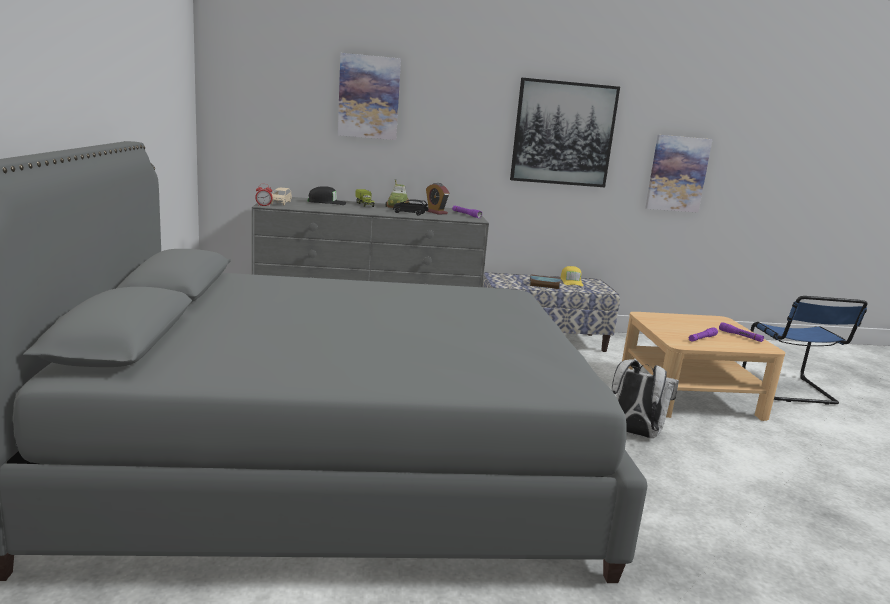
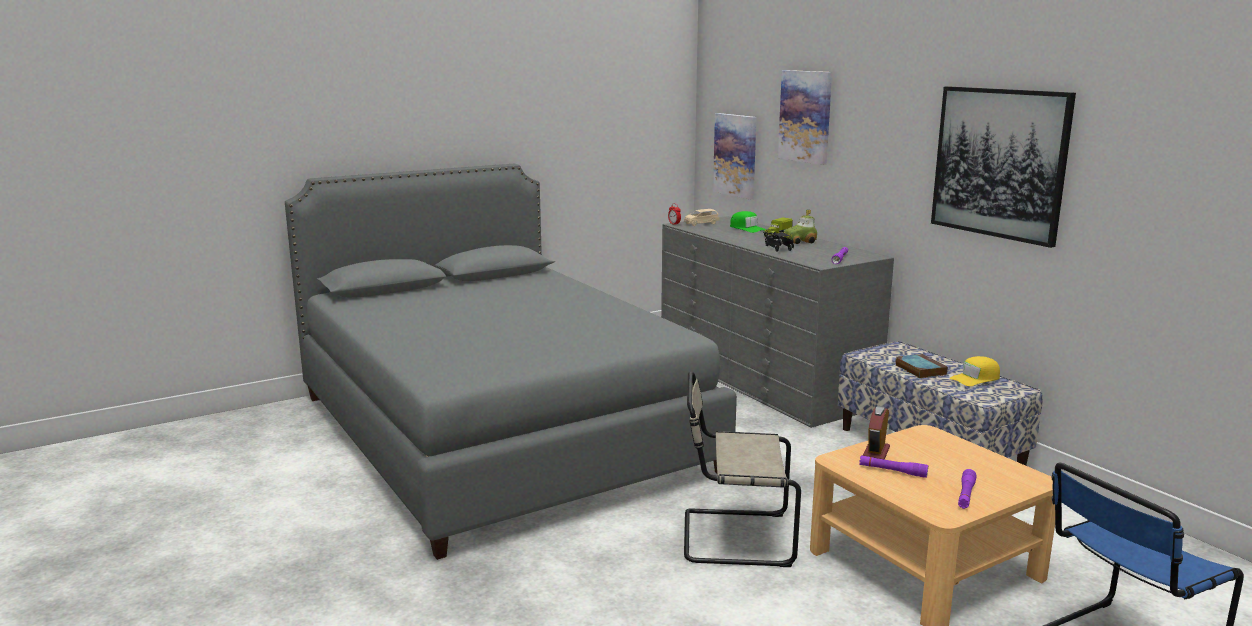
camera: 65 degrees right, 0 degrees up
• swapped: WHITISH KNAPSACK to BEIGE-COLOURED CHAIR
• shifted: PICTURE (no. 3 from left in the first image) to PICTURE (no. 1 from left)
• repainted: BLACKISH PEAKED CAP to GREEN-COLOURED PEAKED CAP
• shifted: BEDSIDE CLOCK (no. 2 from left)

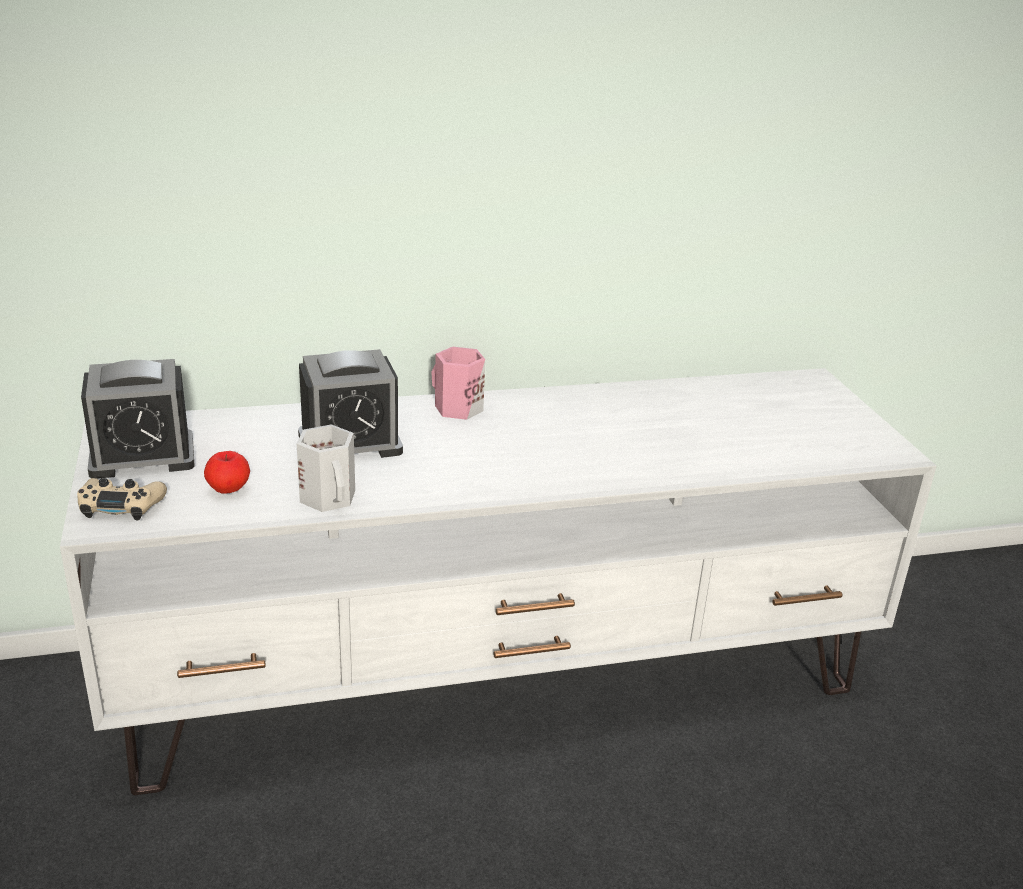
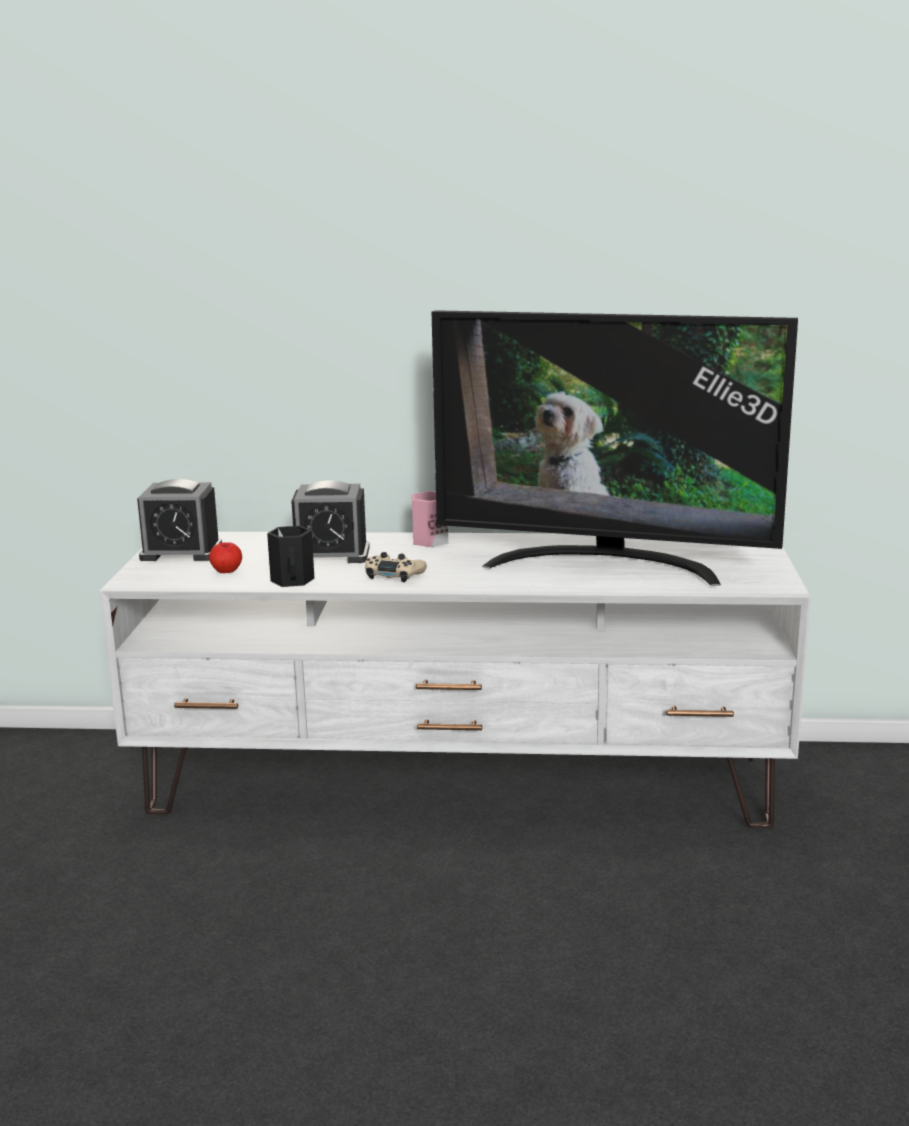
camera: 20 degrees right, 10 degrees down
• repainted: WHITISH TEA MUG to BLACKISH TEA MUG
• shifted: BEIGE-COLOURED GAMEPAD
• new: TV SET

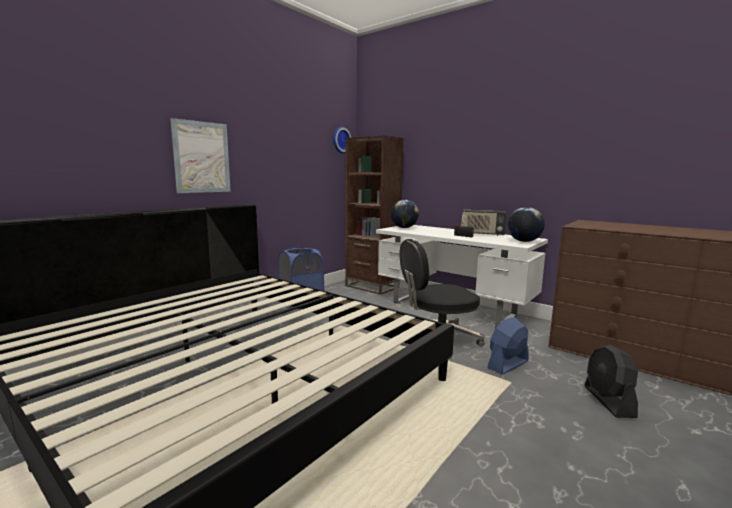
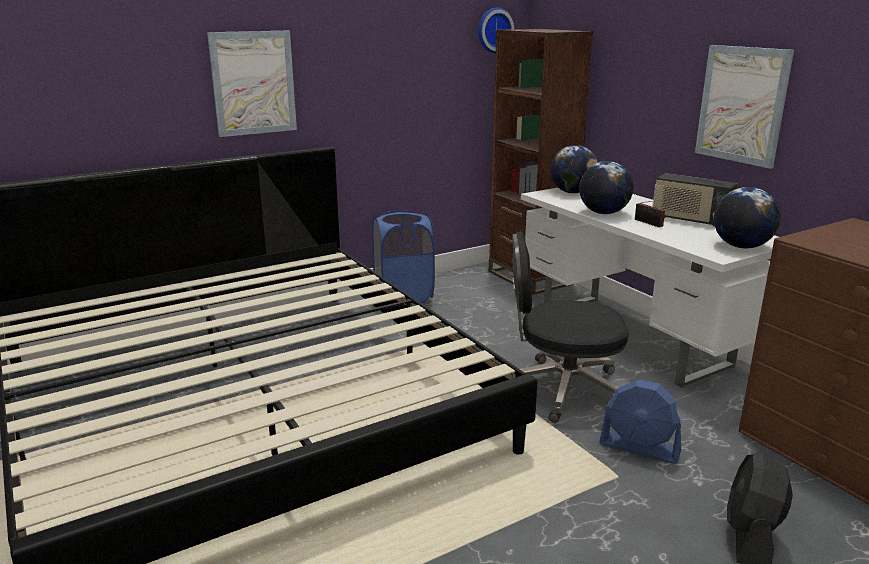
camera: 20 degrees right, 10 degrees up
• new: GLOBE (no. 2 from left)
• rotated: BLUE-COLOURED ELECTRIC FAN 135 degrees counterclockwise
• new: PICTURE (no. 2 from left)

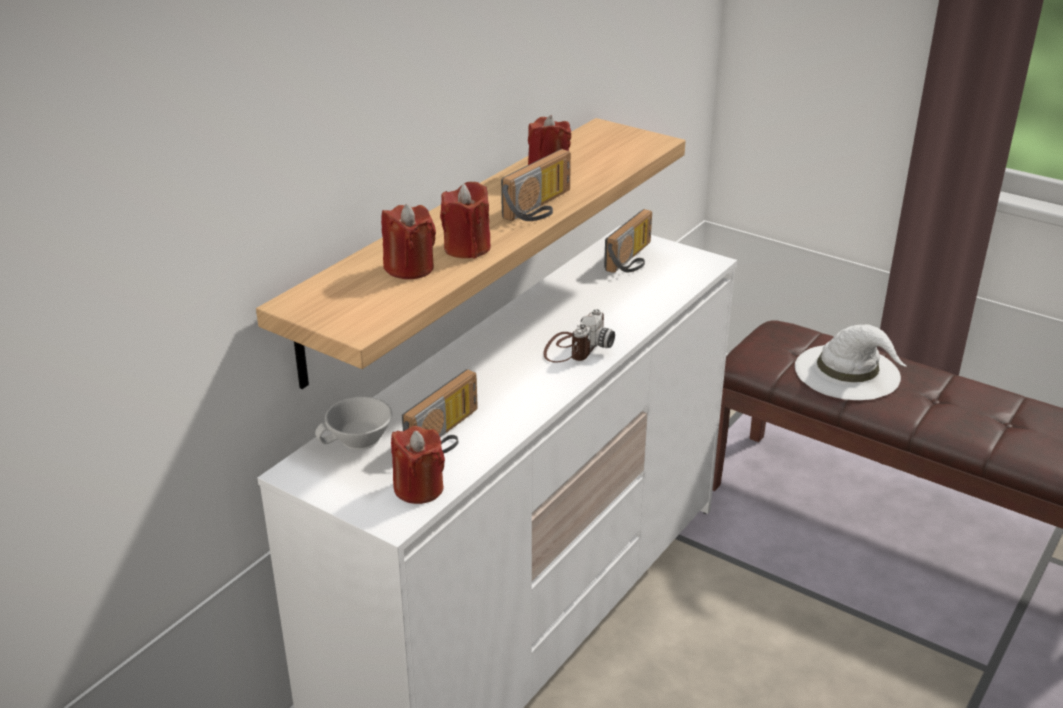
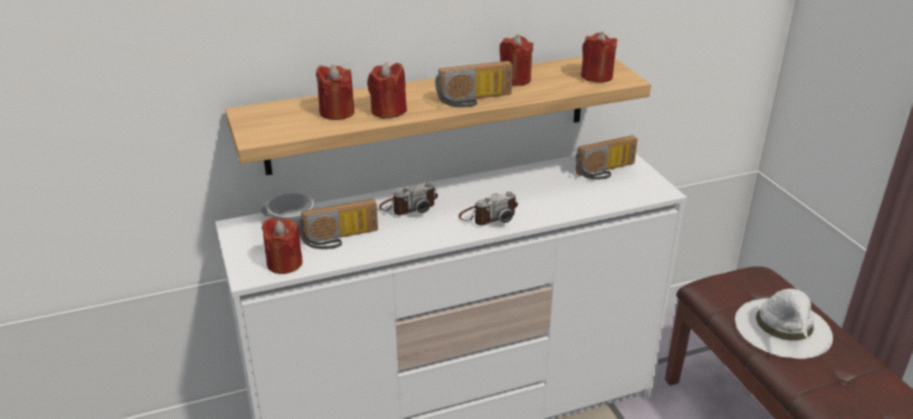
camera: 35 degrees right, 0 degrees up
• new: STILL CAMERA (no. 1 from left)
• new: RED-COLOURED CANDLE (no. 5 from left)

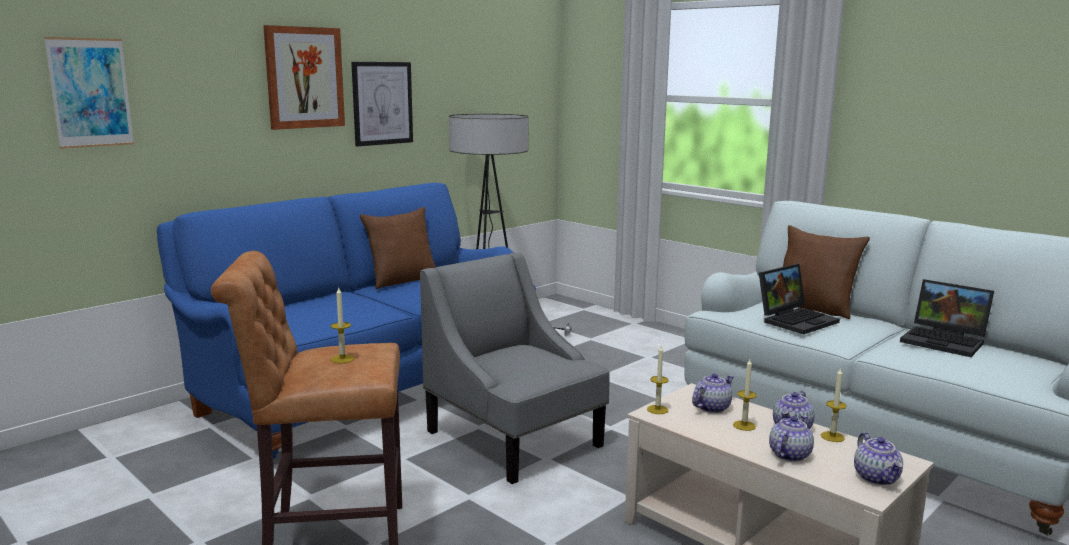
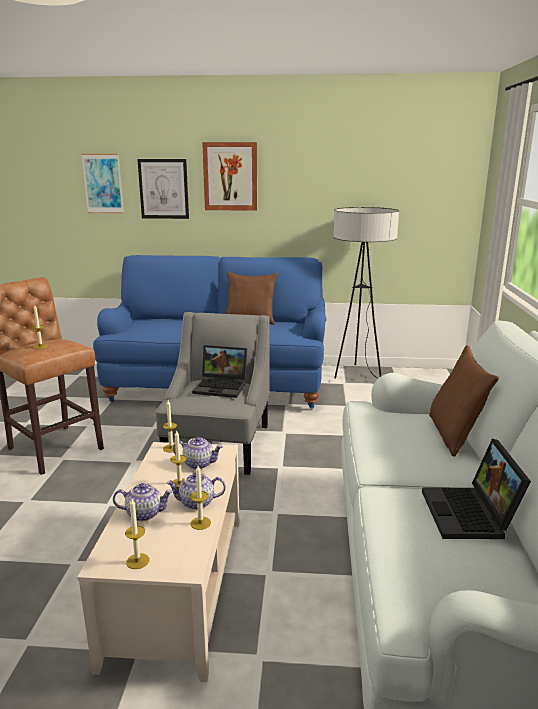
camera: 50 degrees right, 5 degrees up
• swapped: TEAPOT (no. 4 from left) to CANDLE (no. 2 from left)
• shifted: PICTURE (no. 3 from left in the first image) to PICTURE (no. 2 from left)
• shifted: LAPTOP (no. 1 from left)

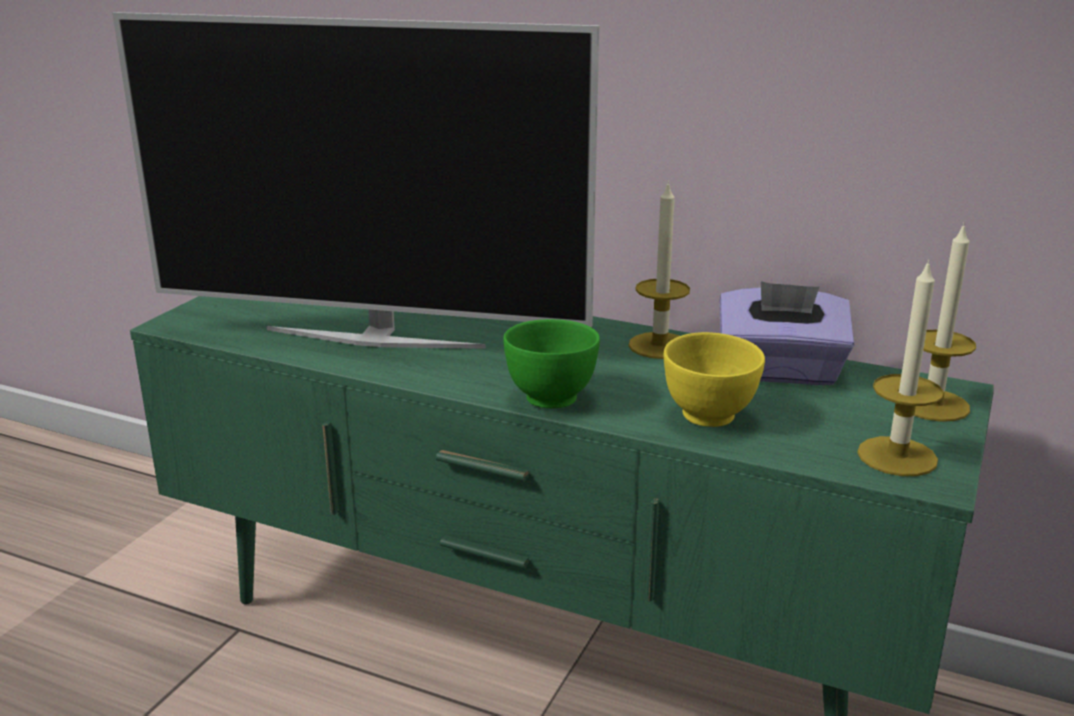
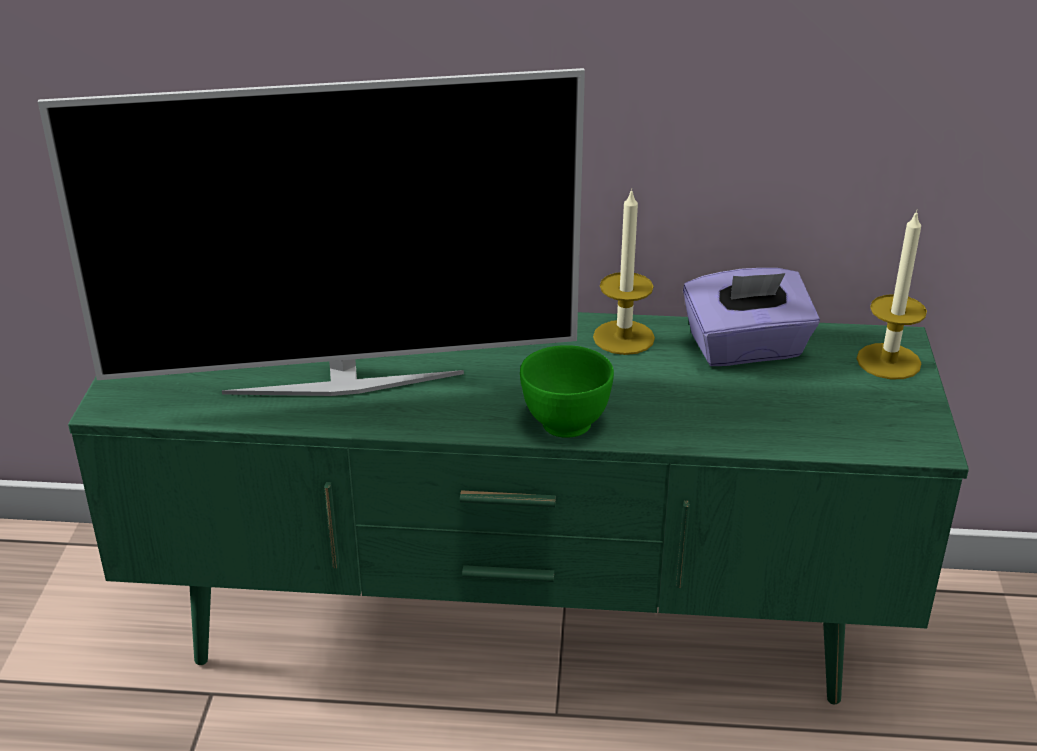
camera: 20 degrees left, 10 degrees up
• gone: YELLOWISH BOWL
• gone: CANDLE (no. 2 from left)

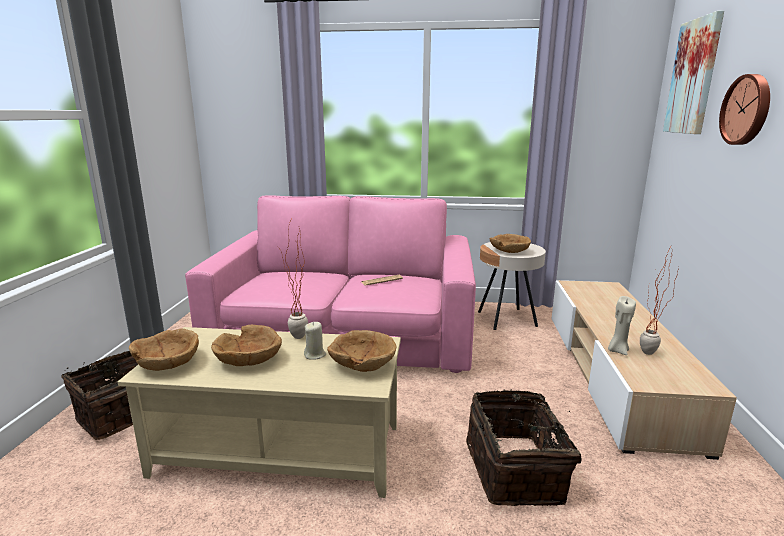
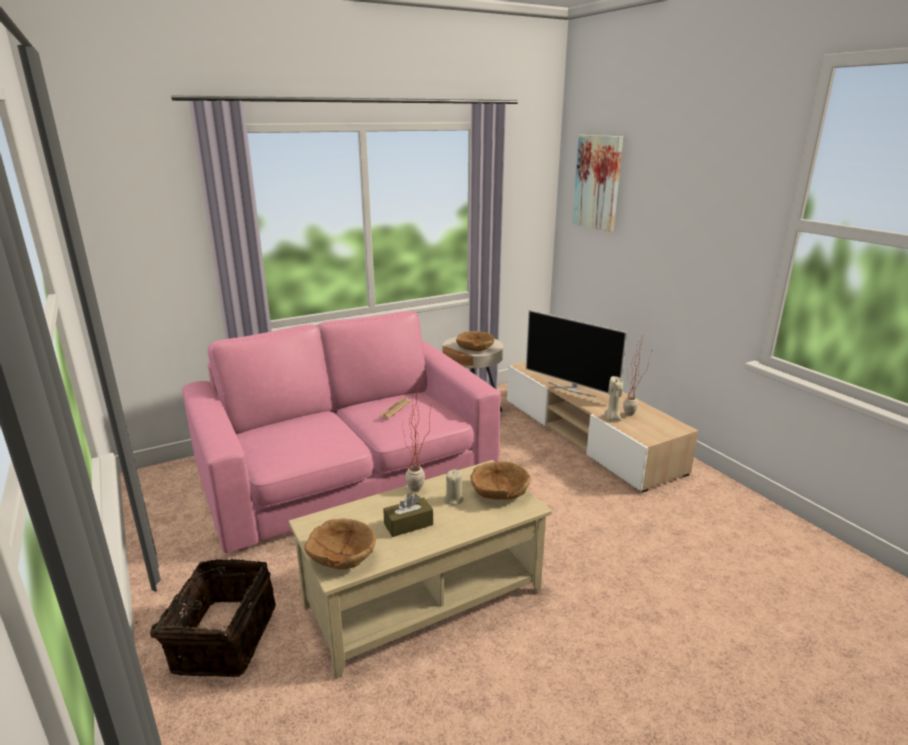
camera: 35 degrees left, 5 degrees up
• swapped: BROWN BOWL (no. 2 from left) to BROWN TISSUE BOX
• new: TV SET
• gone: STORAGE BASKET (no. 2 from left)
• gone: HANGING CLOCK

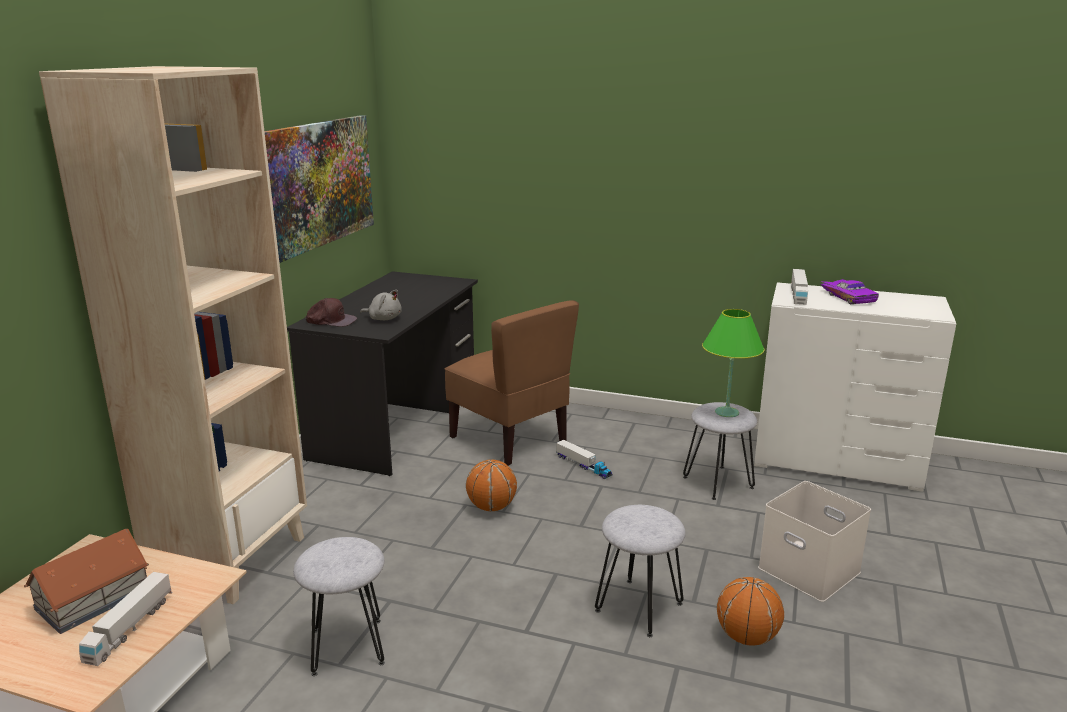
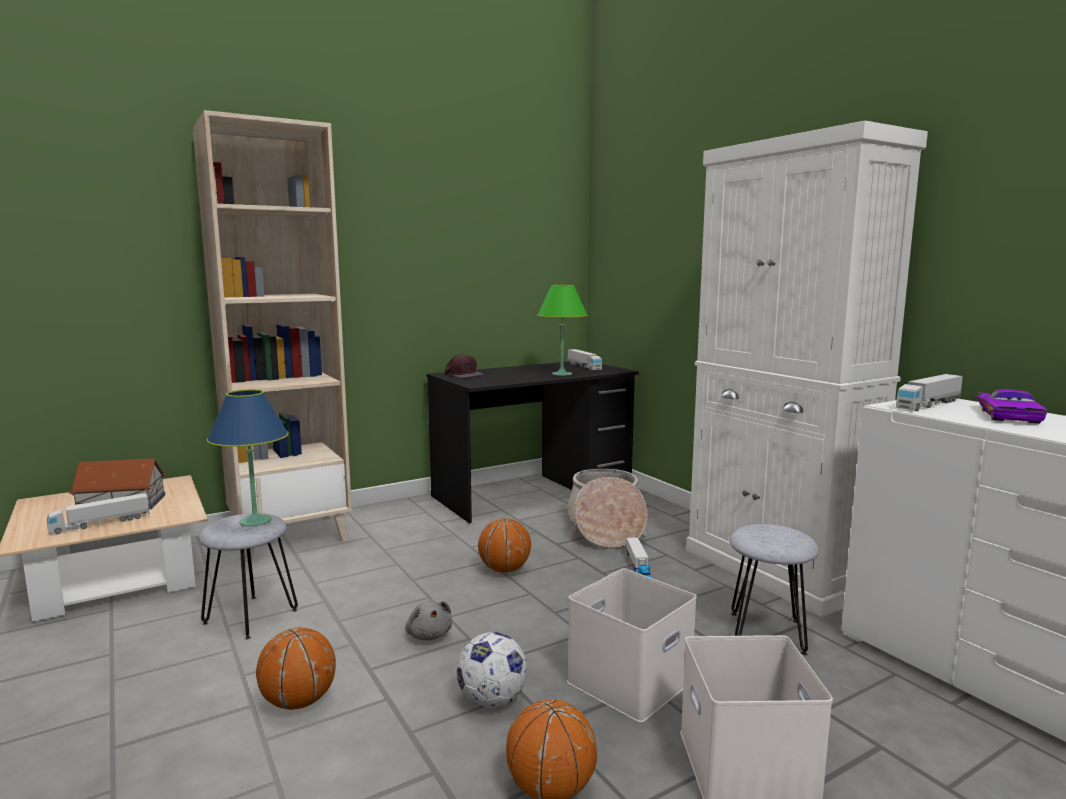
camera: 40 degrees right, 10 degrees down
• new: BLUE-COLOURED TABLETOP LAMP
• new: BASKETBALL (no. 1 from left)
• shifted: GREY SOFT TOY
• swapped: GREY STOOL SEAT (no. 2 from left) to BALL FOR FOOTBALL
• shifted: GREEN-COLOURED TABLETOP LAMP
• swapped: BROWN CHAIR to STORAGE BASKET
• new: TOY LORRY (no. 2 from left)
• new: WHITISH STORAGE CONTAINER (no. 1 from left)
• new: WHITISH CABINET
• gone: PICTURE

